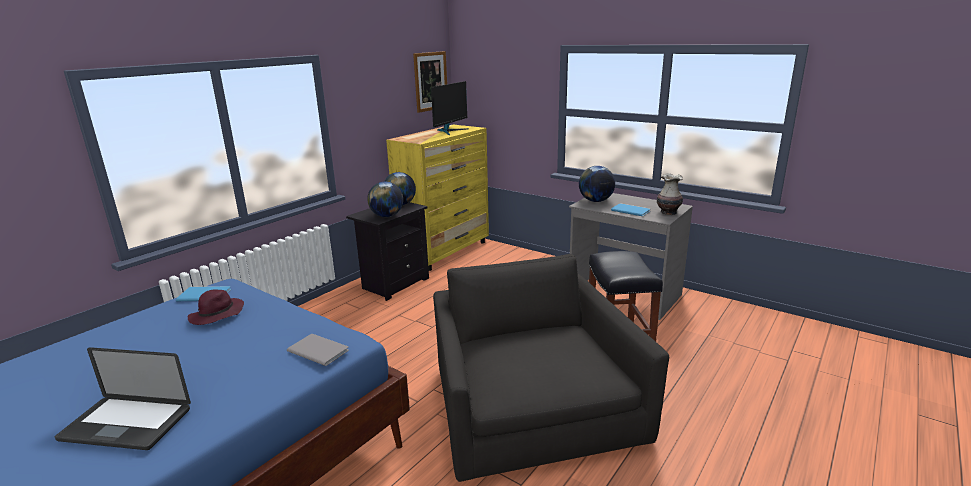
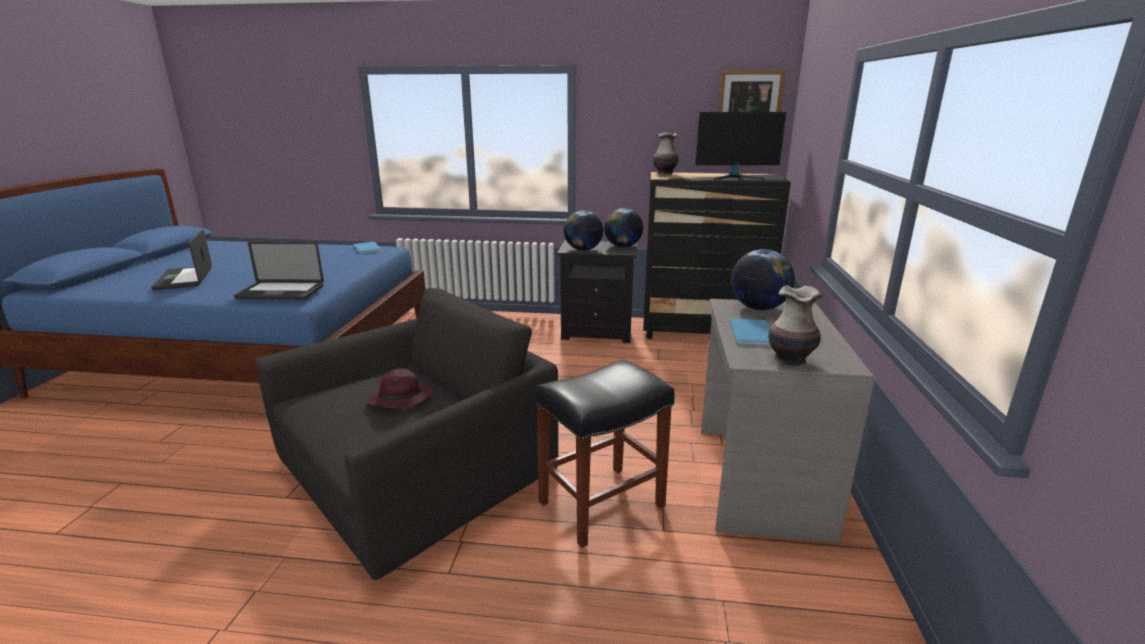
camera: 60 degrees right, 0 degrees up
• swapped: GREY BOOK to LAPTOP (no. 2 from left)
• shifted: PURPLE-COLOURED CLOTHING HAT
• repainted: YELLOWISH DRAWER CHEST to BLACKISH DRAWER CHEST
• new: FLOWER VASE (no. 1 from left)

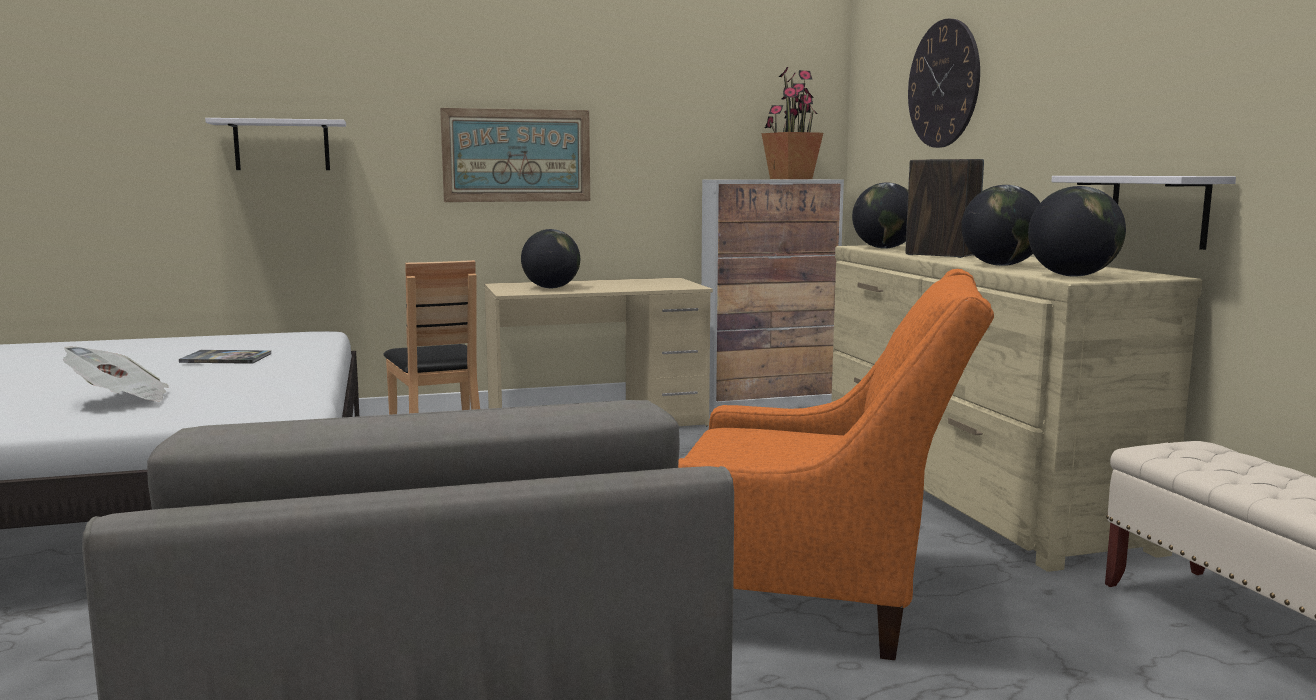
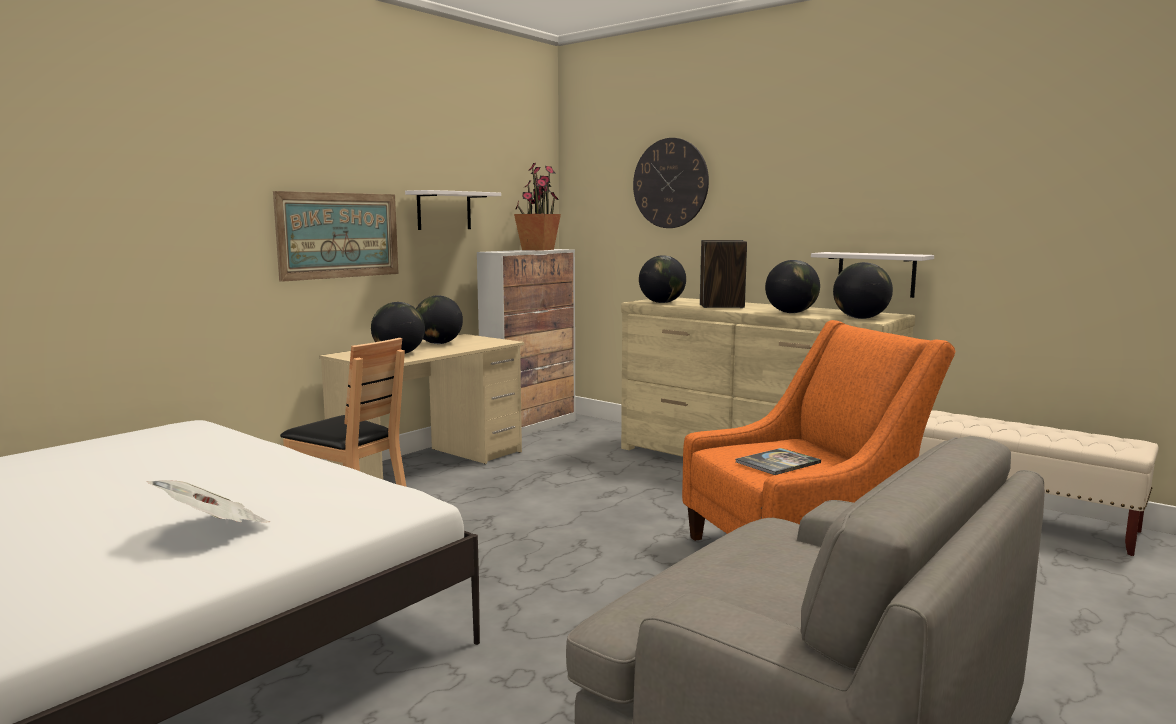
camera: 35 degrees left, 0 degrees up
• shifted: WHITISH SHELF (no. 1 from left)
• new: GLOBE (no. 2 from left)
• shifted: BOOK

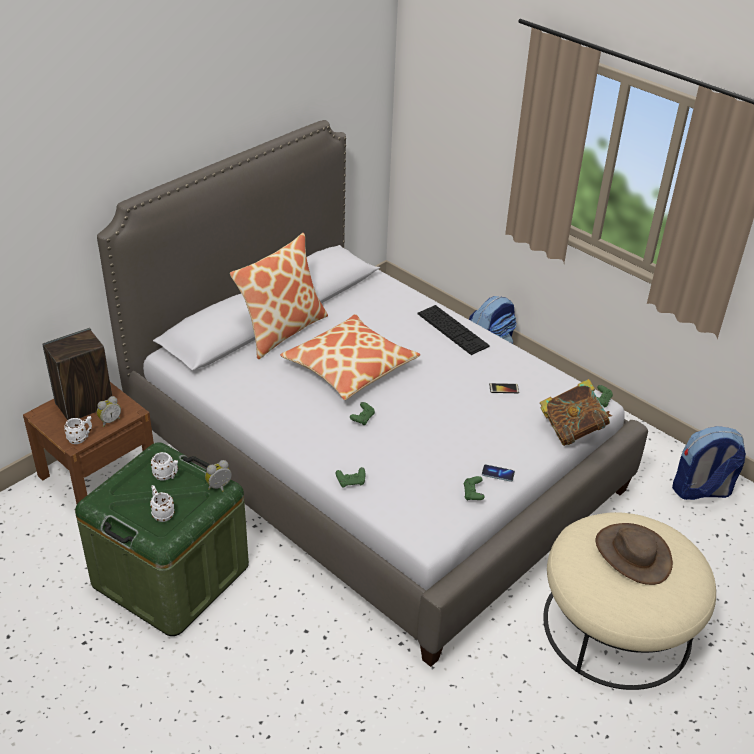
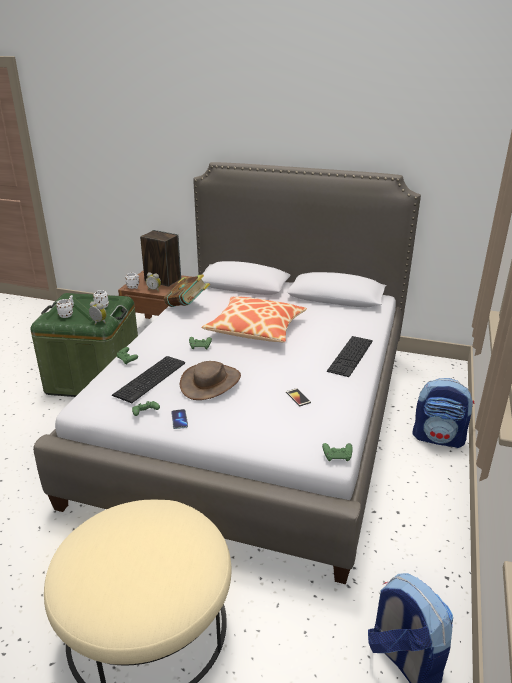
camera: 65 degrees right, 10 degrees down
• new: KEYBOARD (no. 1 from left)
• shifted: BOOK
• shifted: BROWN CLOTHING HAT
• gone: PILLOW (no. 1 from left)

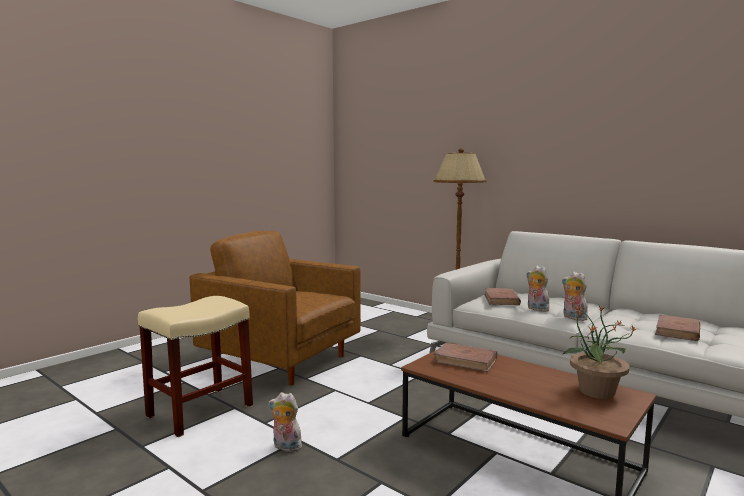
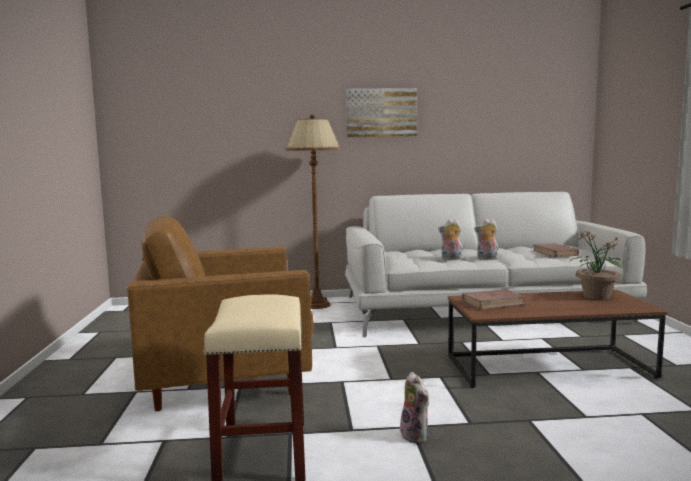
camera: 45 degrees left, 0 degrees up
• new: PICTURE
• rotated: SOFT TOY (no. 1 from left) 90 degrees counterclockwise
• gone: BROWN BOOK (no. 2 from left)

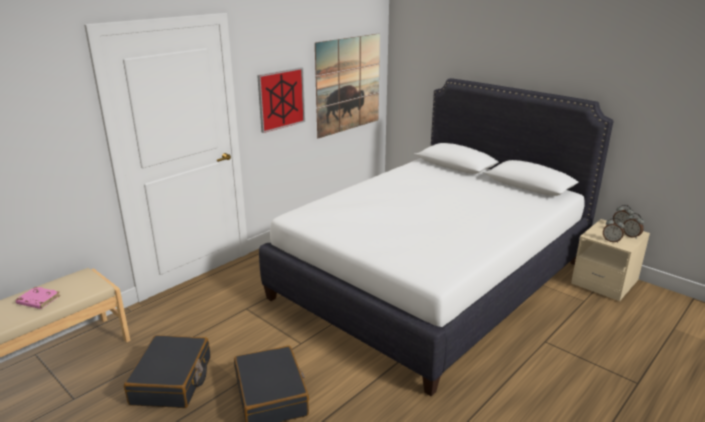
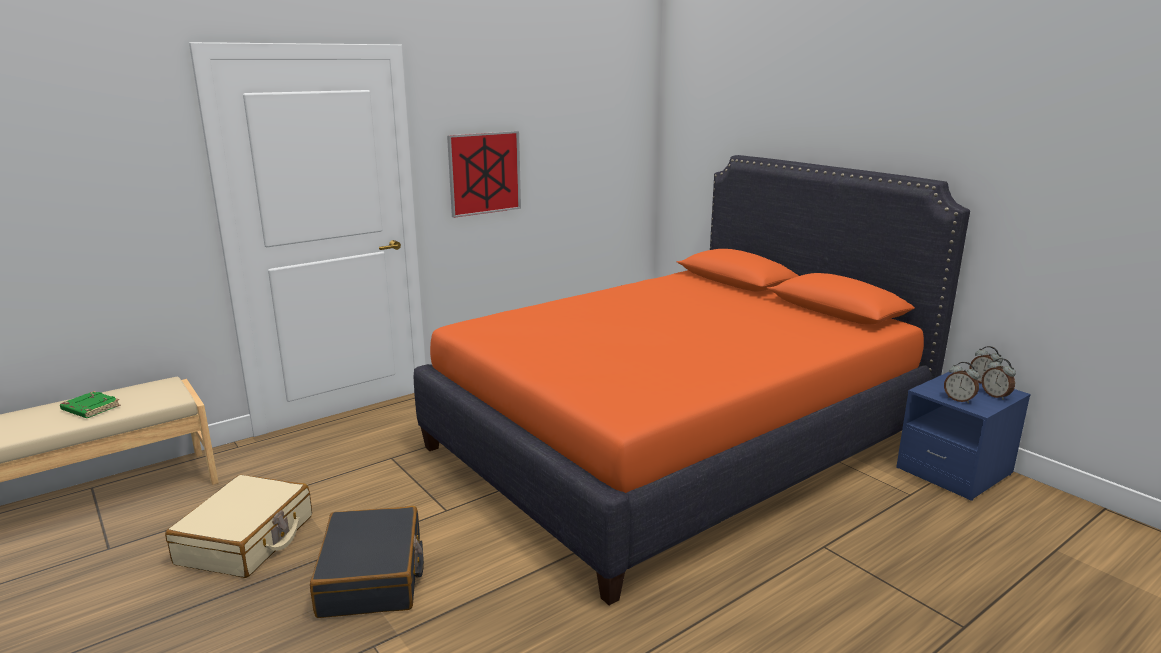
camera: 10 degrees right, 5 degrees down
• repainted: PINKISH BOOK to GREEN-COLOURED BOOK
• repainted: BLACKISH TRAVEL CASE (no. 1 from left) to BEIGE-COLOURED TRAVEL CASE
• repainted: WHITISH BEDROOM BED to ORANGEY BEDROOM BED
• repainted: BEIGE-COLOURED BEDSIDE TABLE to BLUE-COLOURED BEDSIDE TABLE
• gone: PICTURE (no. 2 from left)

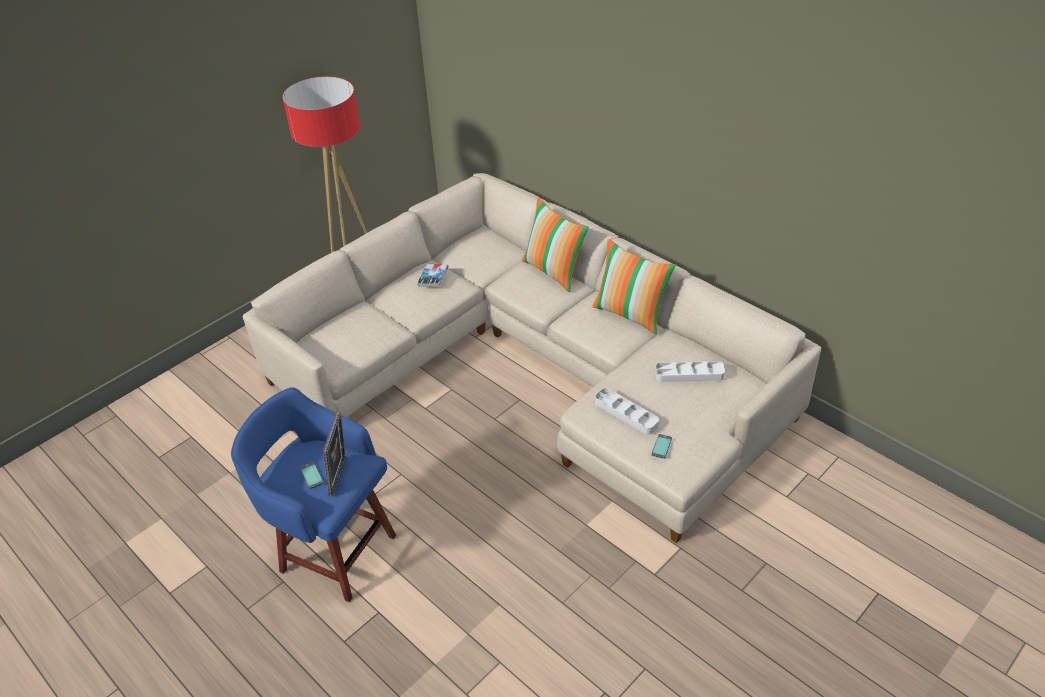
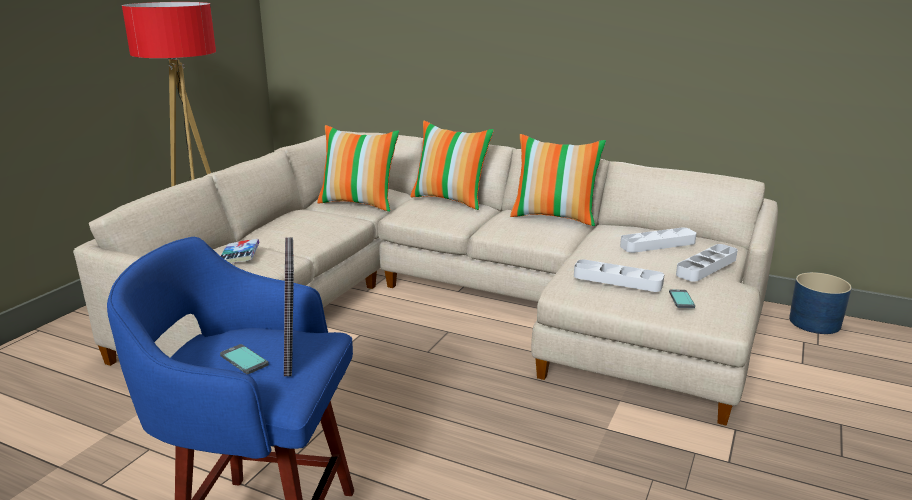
camera: 20 degrees left, 20 degrees down
• shifted: BOOK
• new: PILLOW (no. 1 from left)
• new: GREY CARRYING TRAY (no. 3 from left)
• new: BLUE-COLOURED PLANTER

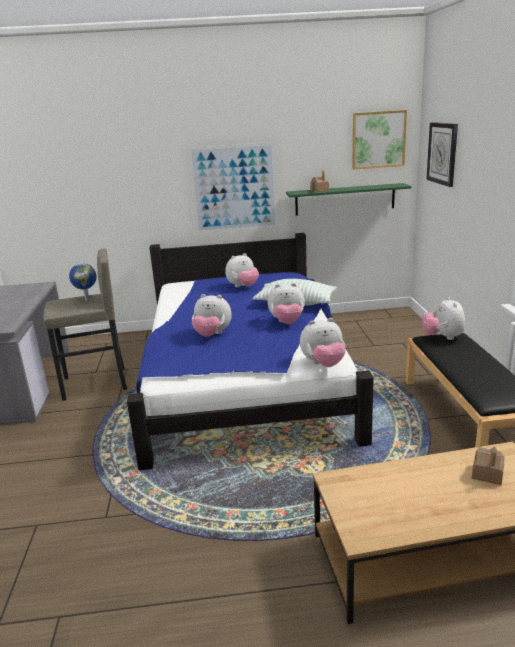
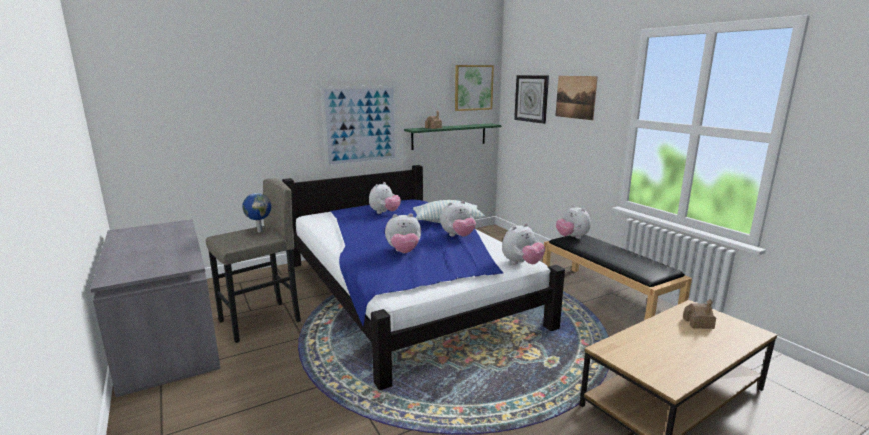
camera: 25 degrees left, 5 degrees down
• new: PICTURE (no. 3 from left)

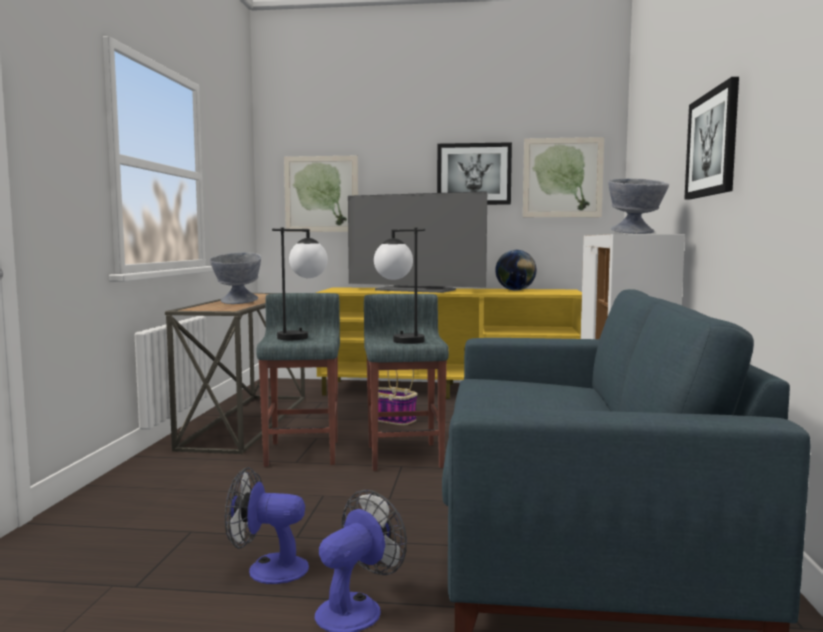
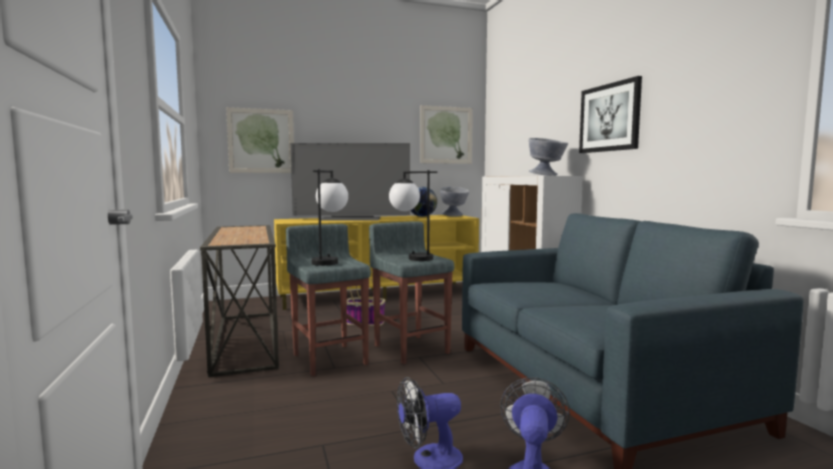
camera: 25 degrees left, 0 degrees up
• shifted: GREY BOWL (no. 1 from left)
• gone: PICTURE (no. 2 from left)

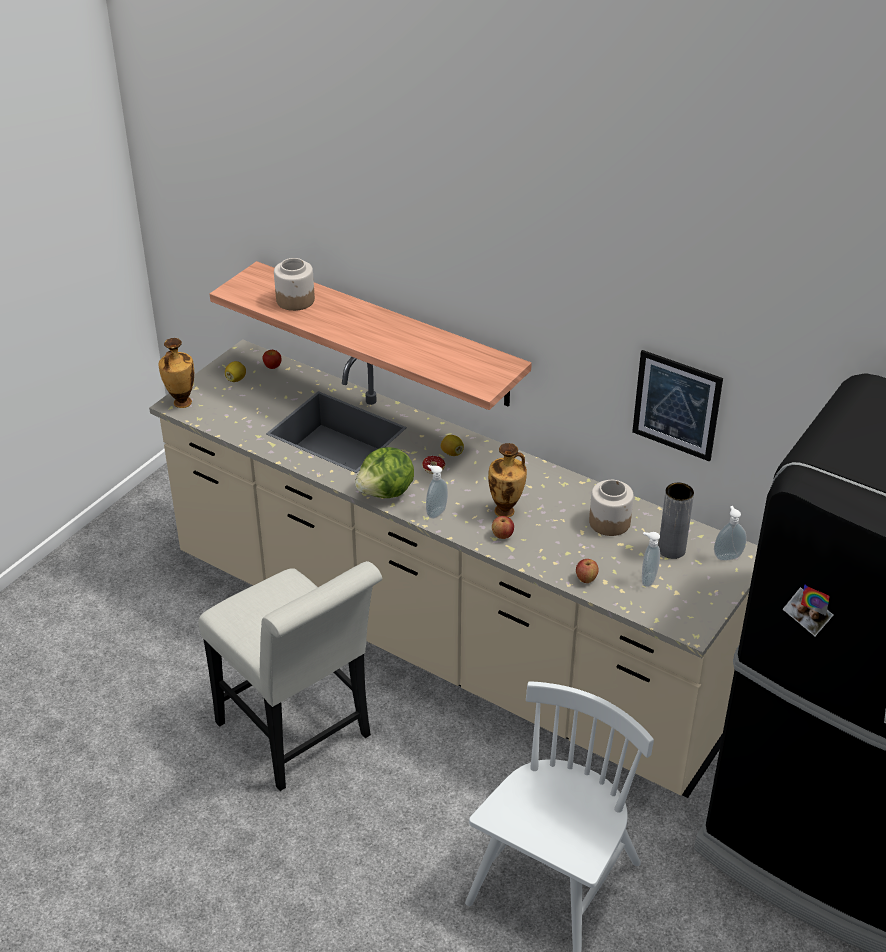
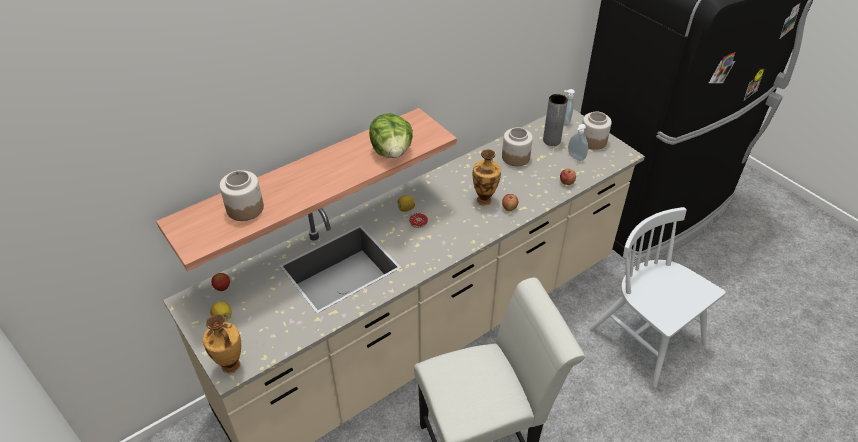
camera: 70 degrees left, 5 degrees up
• shifted: HEAD OF LETTUCE
• new: JAR (no. 3 from left)
• gone: LIQUID SOAP BOTTLE (no. 1 from left)
• gone: PICTURE

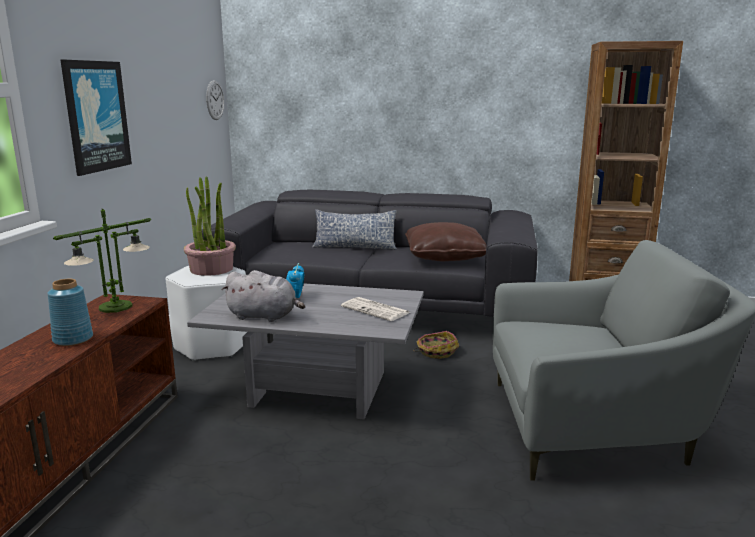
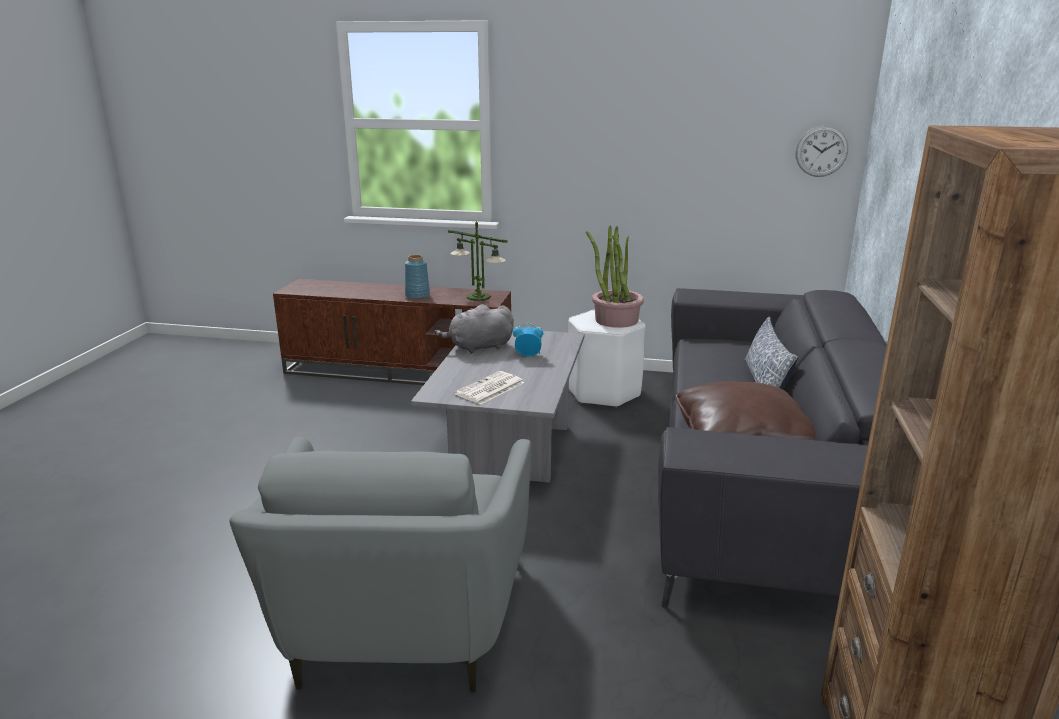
camera: 90 degrees right, 5 degrees up
• rotated: GREY SOFT TOY 60 degrees clockwise
• gone: PICTURE
• gone: STORAGE BASKET

